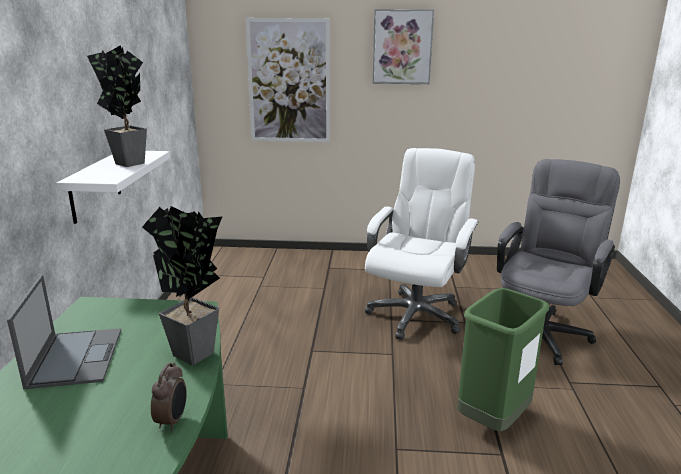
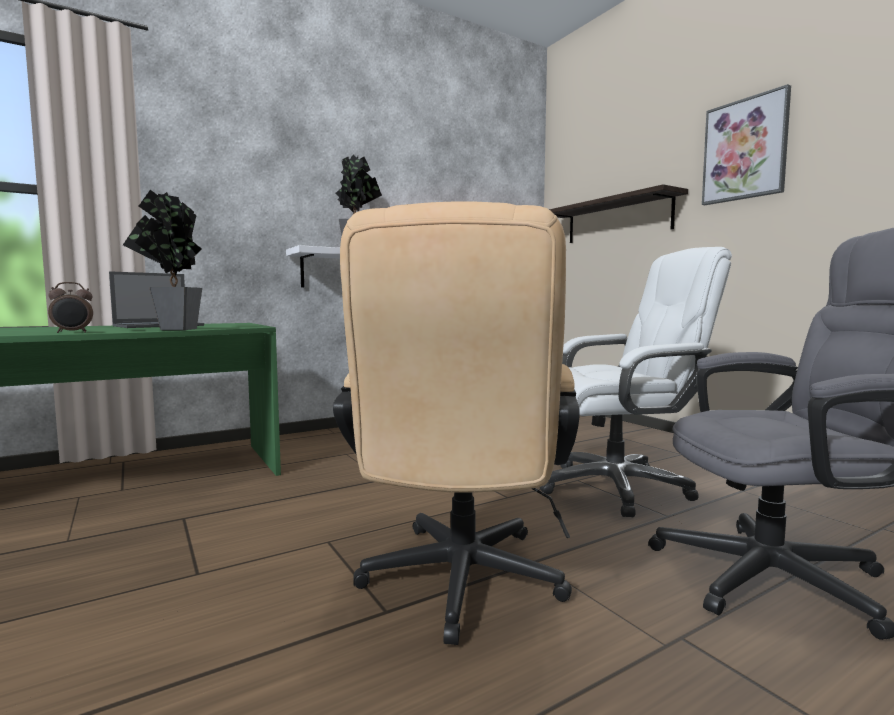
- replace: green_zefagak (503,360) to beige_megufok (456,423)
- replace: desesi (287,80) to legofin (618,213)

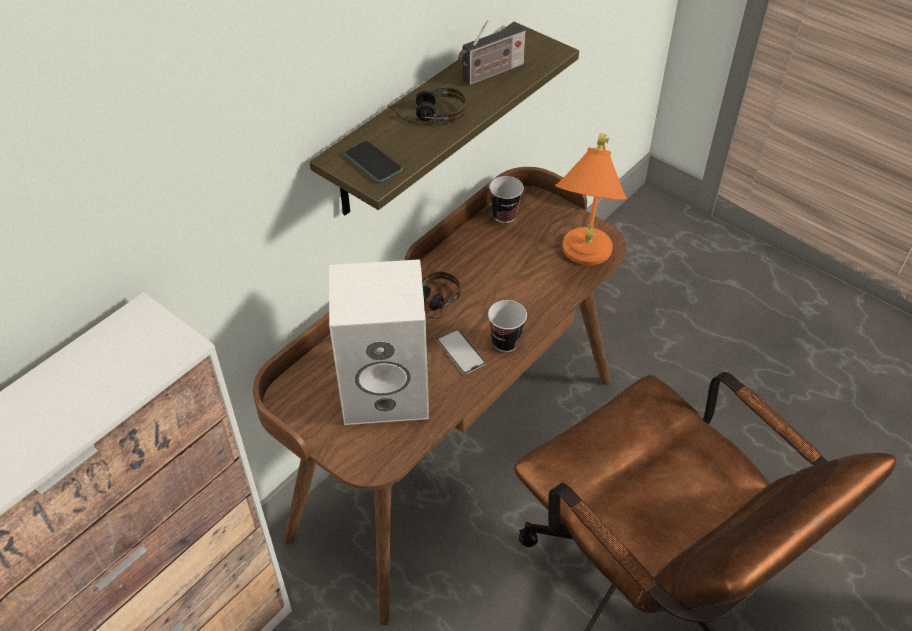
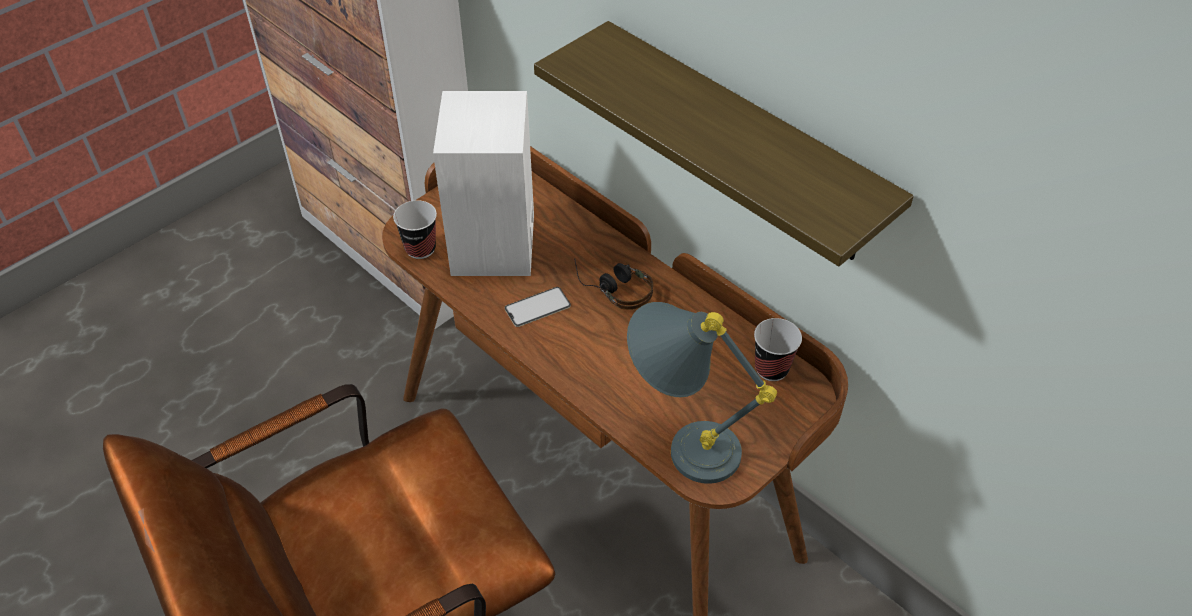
- move: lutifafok (507,326) to (415,229)
- recolor: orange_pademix (591,199) to grey_pademix (702,393)
- delete: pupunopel (373,162)
- delete: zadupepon (427,105)
- delete: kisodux (492,52)

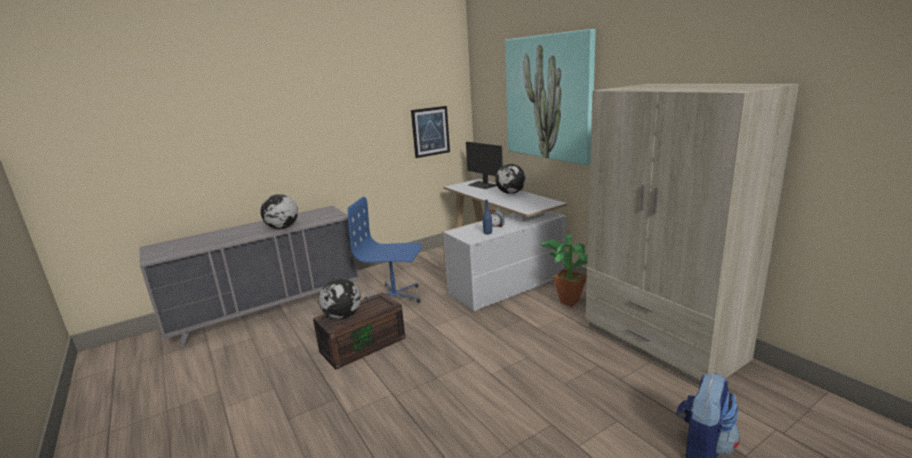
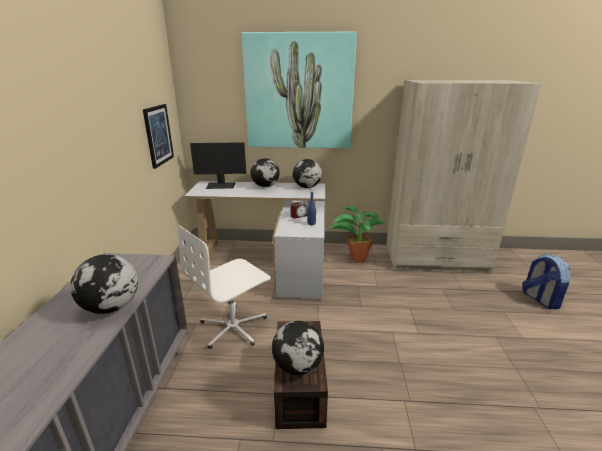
- recolor: blue_megufok (385,250) to white_megufok (224,287)
- insert: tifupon (307,173)

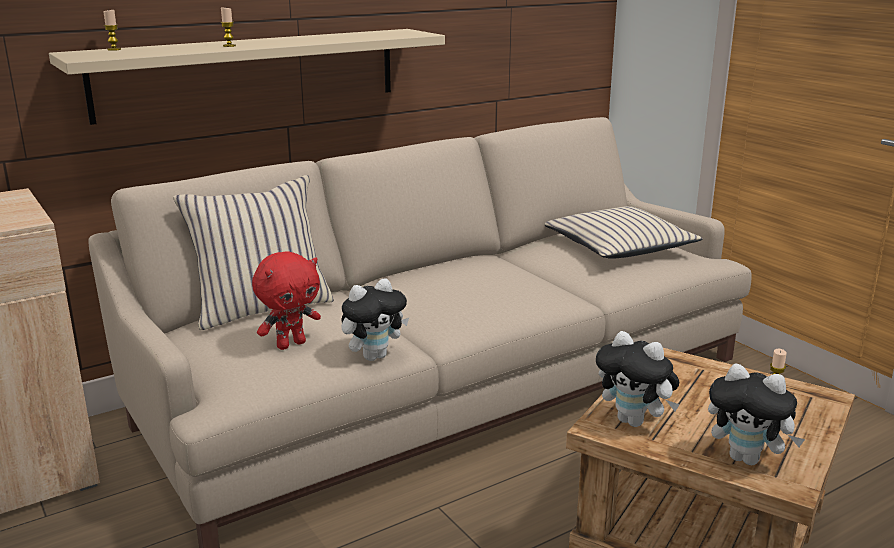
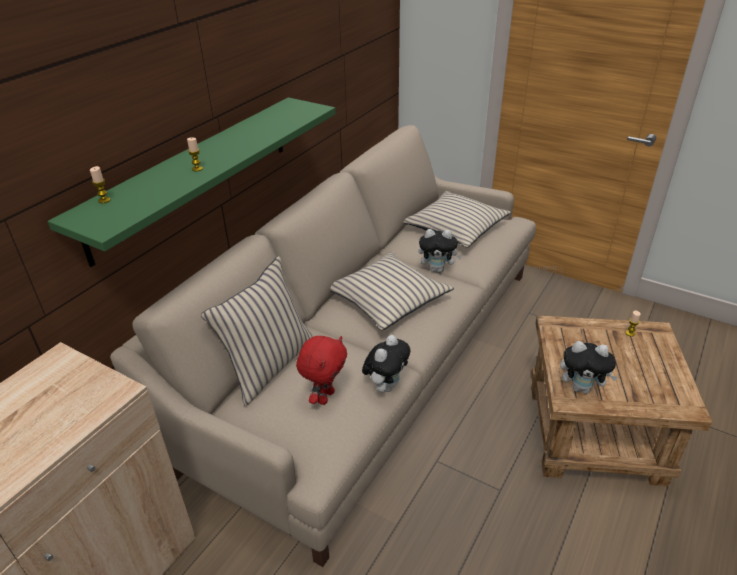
- recolor: beige_legofin (247,77) to green_legofin (191,182)
- insert: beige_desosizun (392,291)
- move: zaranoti (756,414) to (440,250)

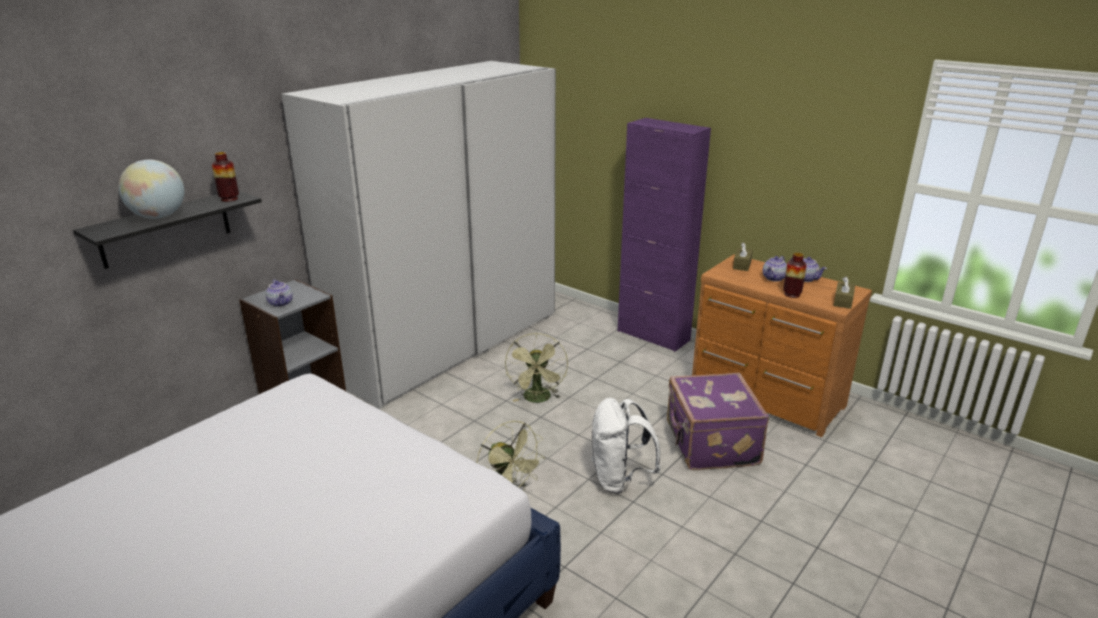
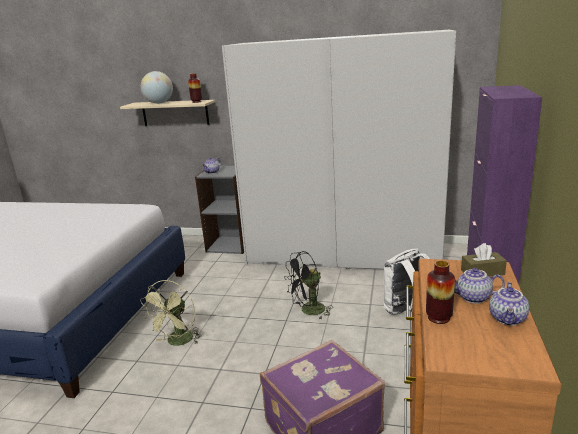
- recolor: black_legofin (167,230) to beige_legofin (167,113)
- recolor: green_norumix (536,368) to black_norumix (308,285)
- move: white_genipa (626,446) to (406,282)
- delete: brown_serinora (844,292)

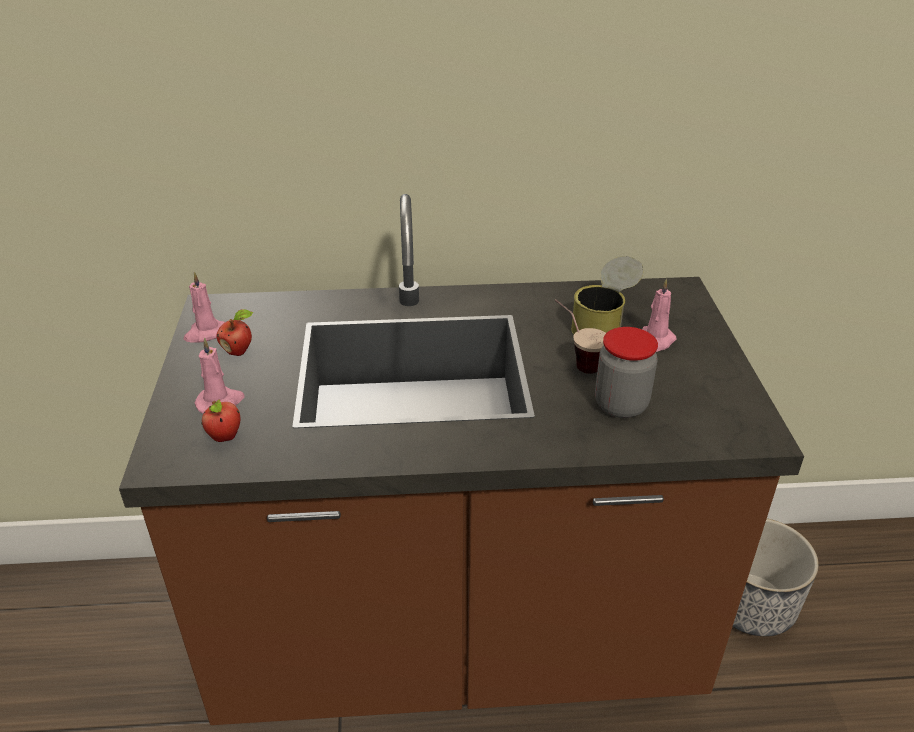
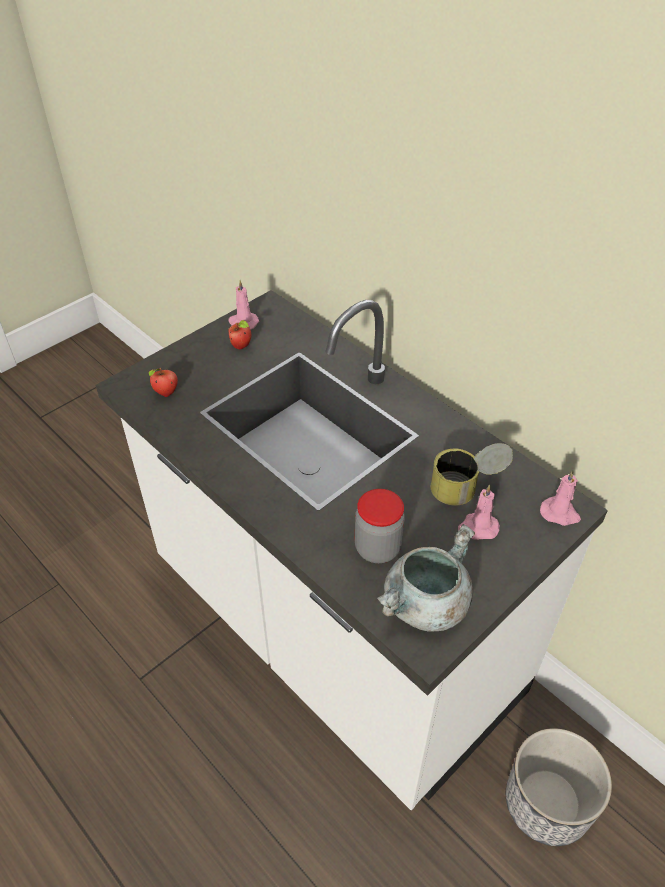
- recolor: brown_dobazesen (461,459) to white_dobazesen (351,550)
- insert: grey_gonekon (426,578)
- move: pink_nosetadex (219,375) to (560,498)
- delete: lutifafok (580,336)

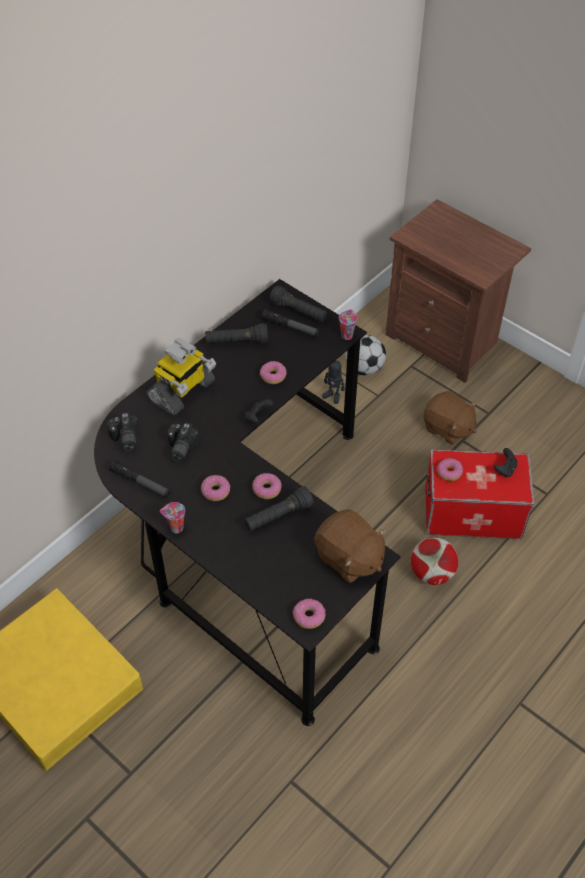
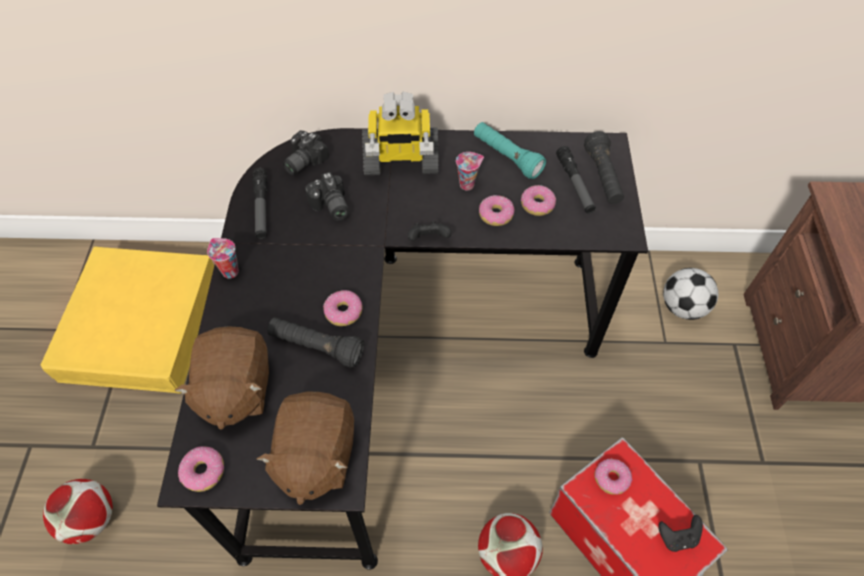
- insert: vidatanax (78,511)
- move: brown_zaranoti (450,418) to (222,378)
- rotate: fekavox (183,442) = (327,196) 90 degrees counterclockwise
- move: lutifafok (348,324) to (470,171)
- recolor: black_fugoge (236,333) to turquoise_fugoge (510,150)
- move: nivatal (215,488) to (538,200)
- delete: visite (333,382)

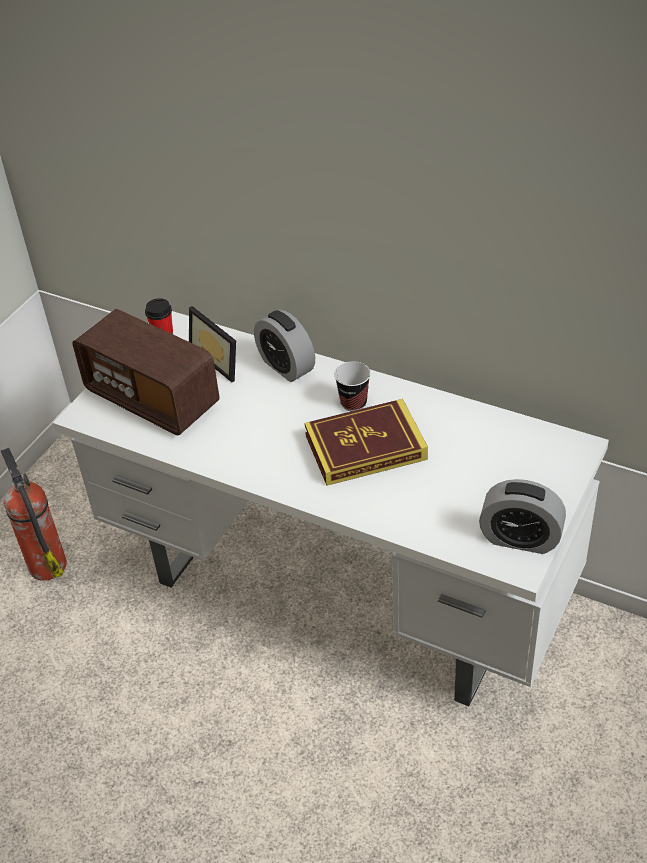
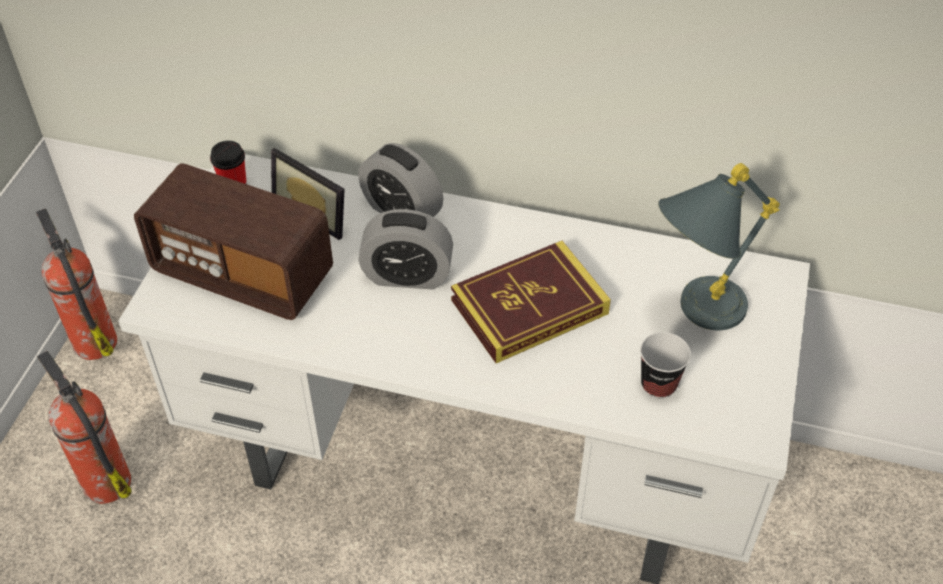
- insert: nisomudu (76,284)
- move: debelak (522,516) to (406,249)
- move: lutifafok (352,386) to (665,365)
- insert: grey_pademix (719,246)

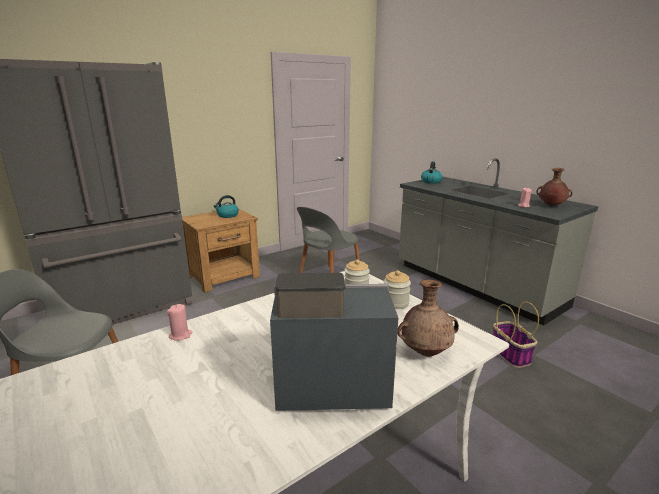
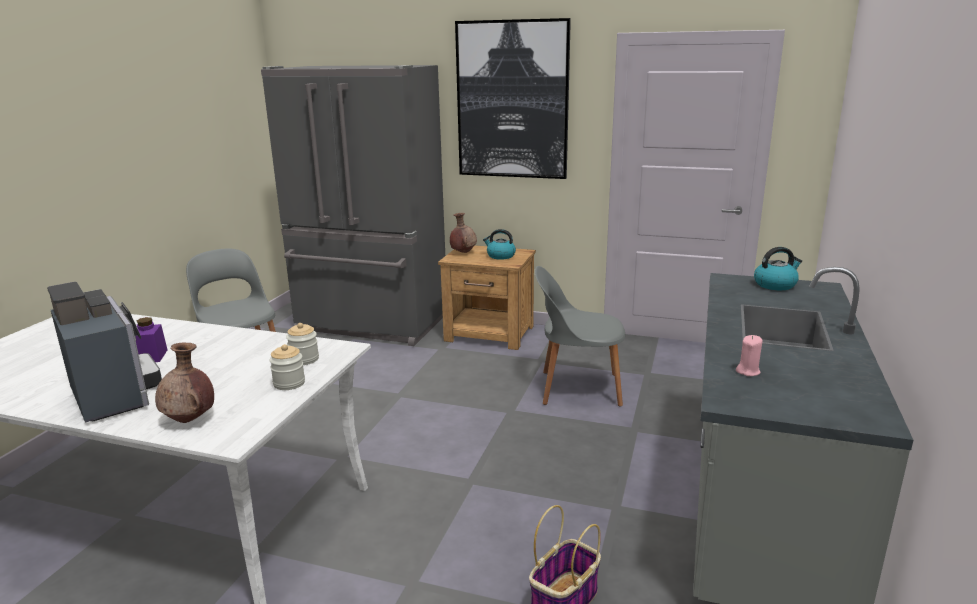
- insert: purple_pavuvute (152,339)
- move: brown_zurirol (554,187) to (463,233)
- insert: desesi (513,98)
- delete: pink_nosetadex (179,322)

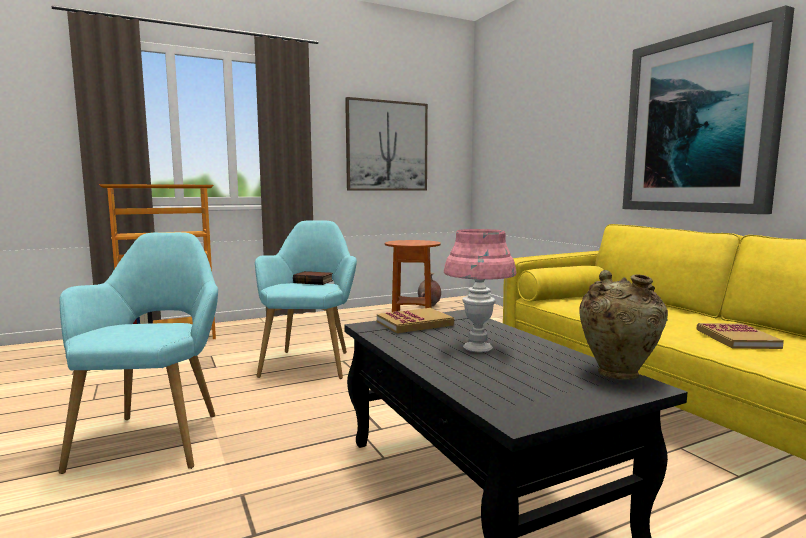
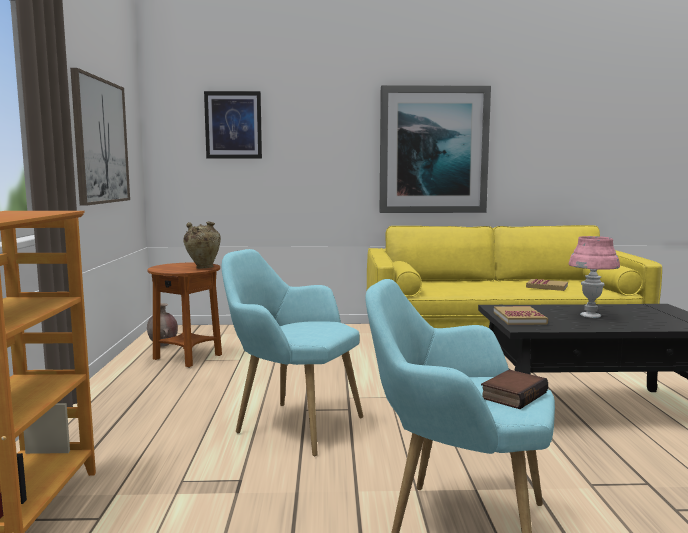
- move: beige_zurirol (623,325) to (202,245)
- insert: desesi (233,124)
- move: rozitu (313,278) to (514,389)

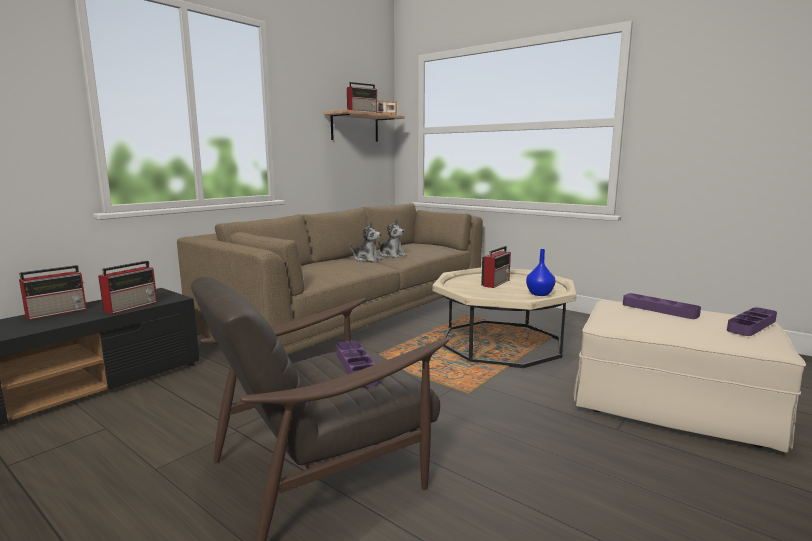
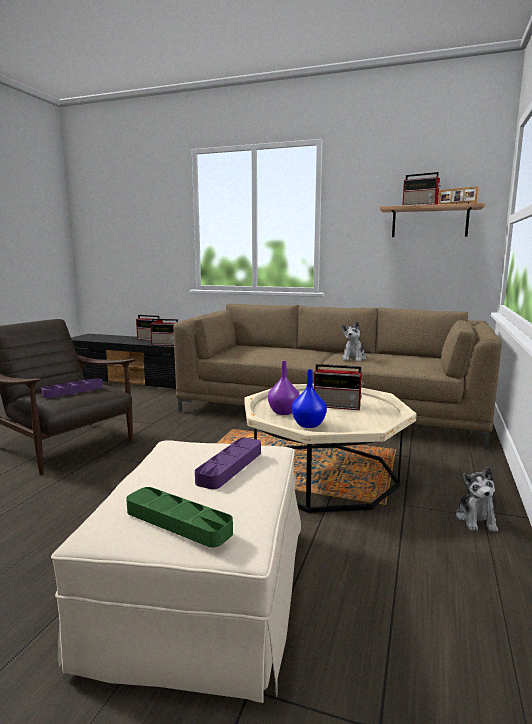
- recolor: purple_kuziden (752,321) to green_kuziden (179,517)
- insert: purple_zurirol (284,388)
- move: zaranoti (366,242) to (477,499)

